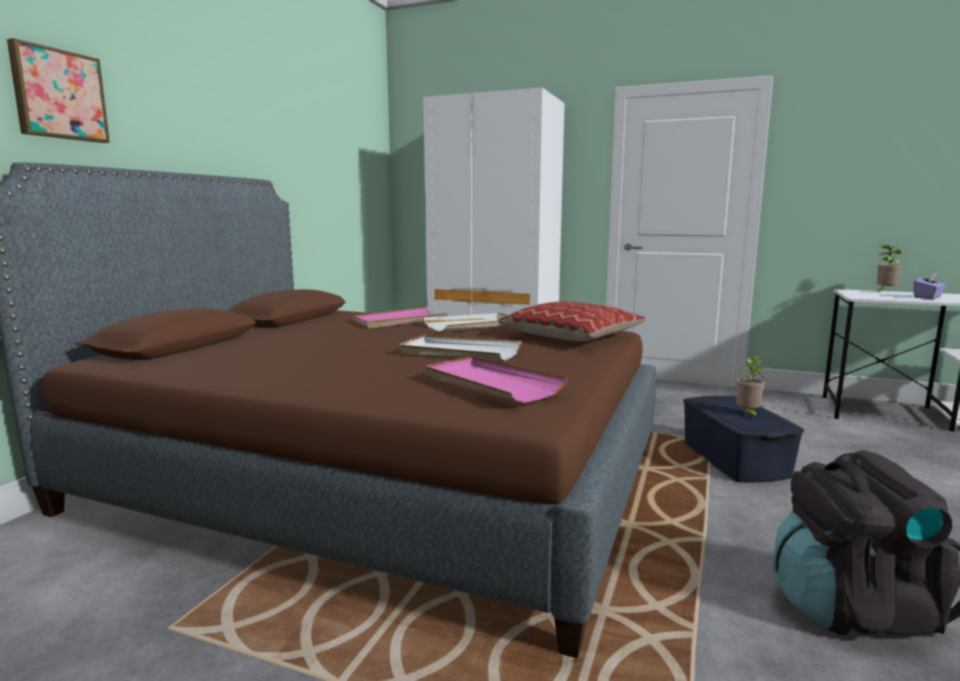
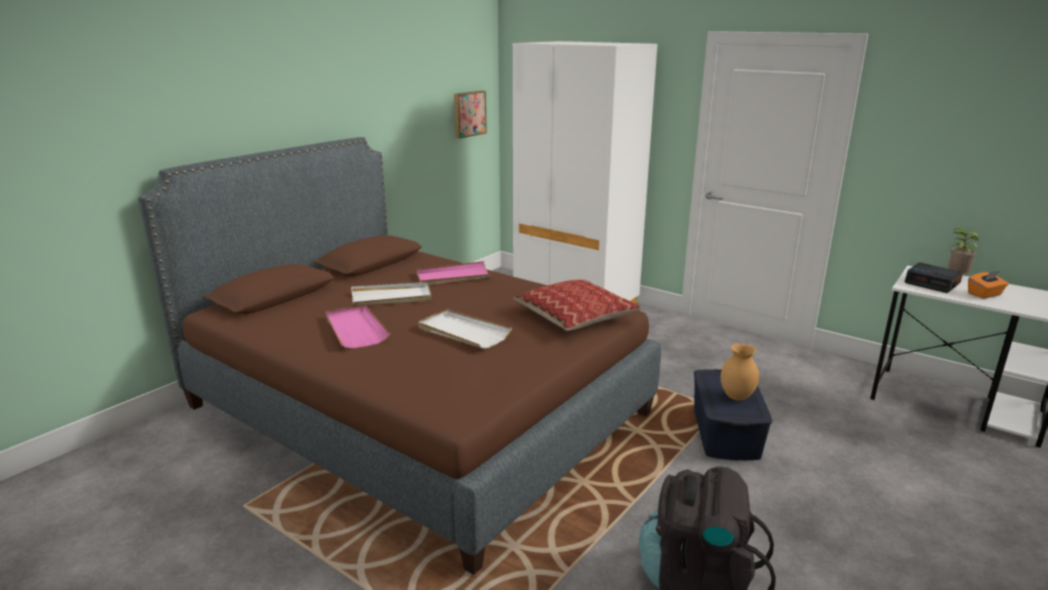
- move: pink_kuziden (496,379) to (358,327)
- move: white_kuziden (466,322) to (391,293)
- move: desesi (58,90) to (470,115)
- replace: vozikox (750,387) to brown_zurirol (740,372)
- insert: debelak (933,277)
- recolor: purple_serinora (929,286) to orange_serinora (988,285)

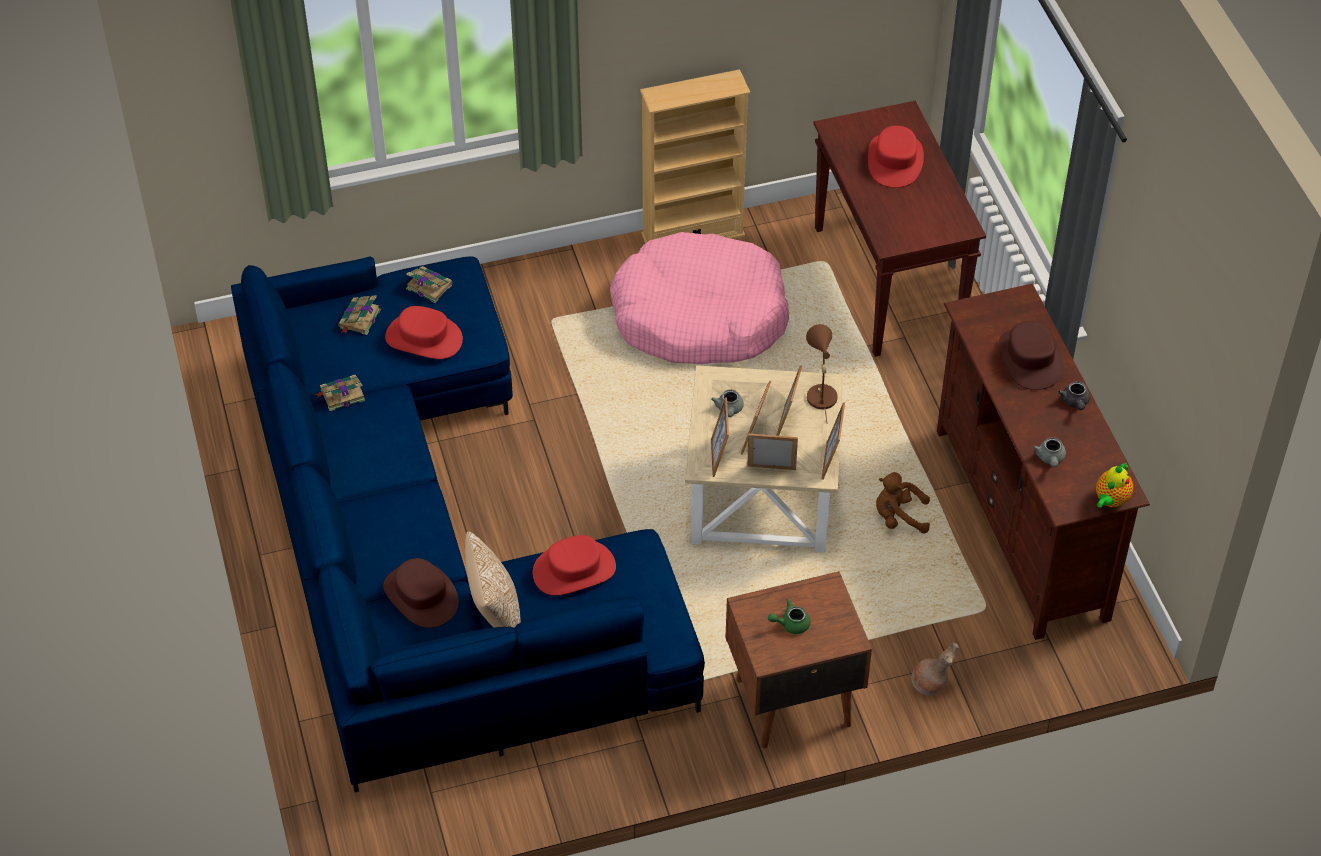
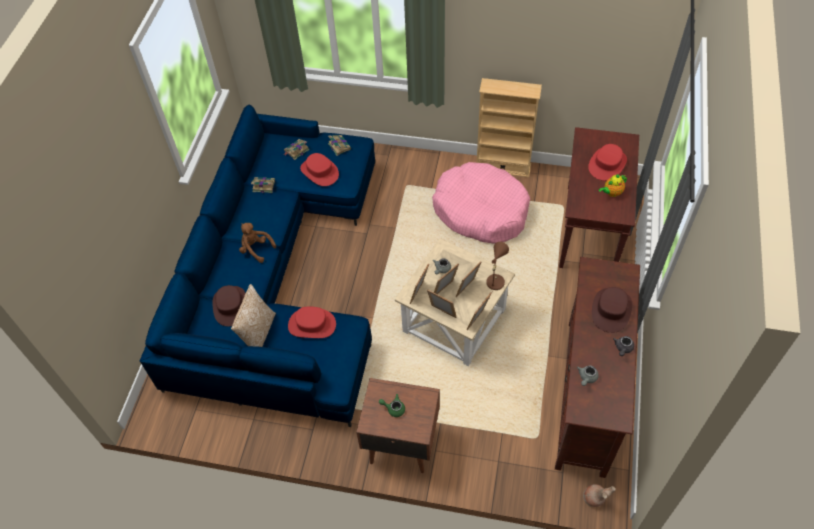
- move: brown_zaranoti (903,503) to (257,243)
- move: brown_zurirol (935,668) to (599,495)
- move: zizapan (1114,485) to (613,185)

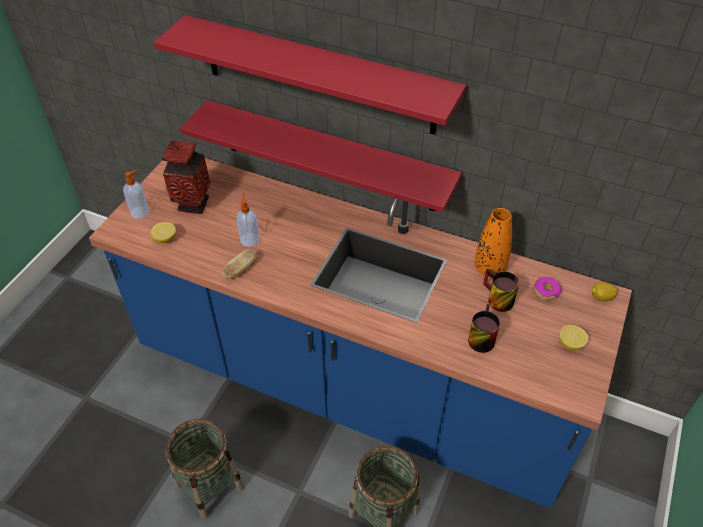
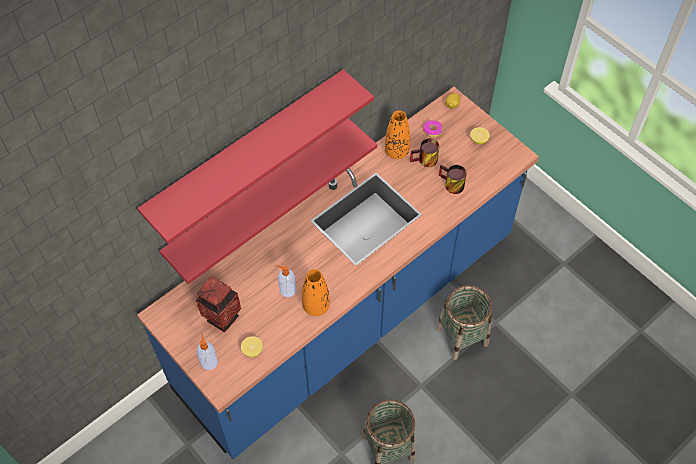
- replace: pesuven (239,263) to orange_zurirol (316,292)

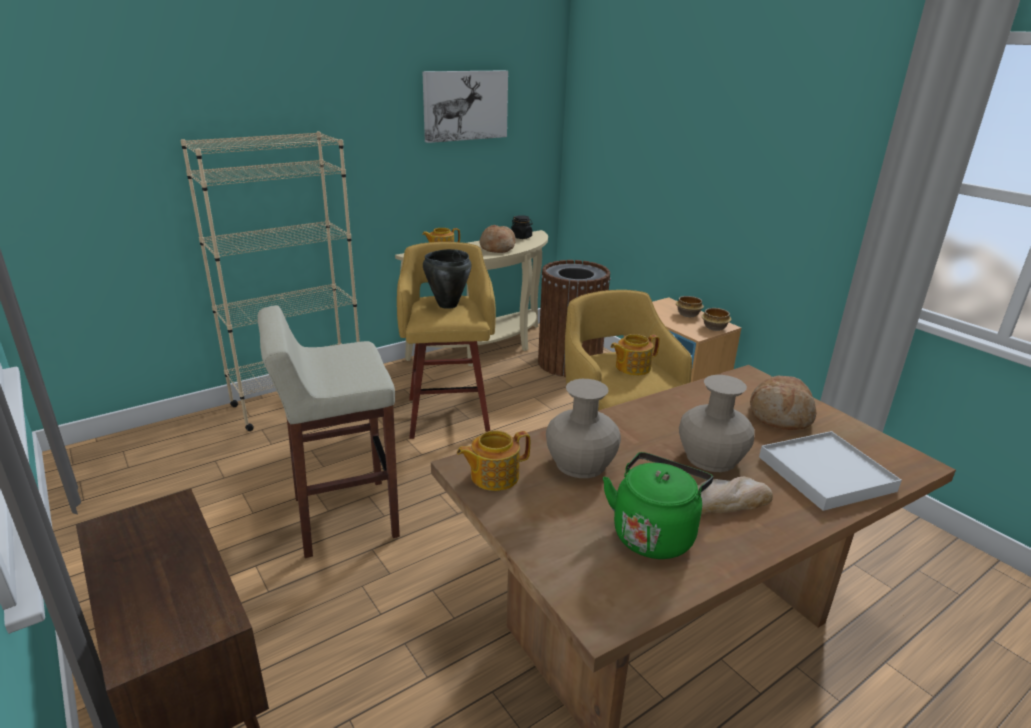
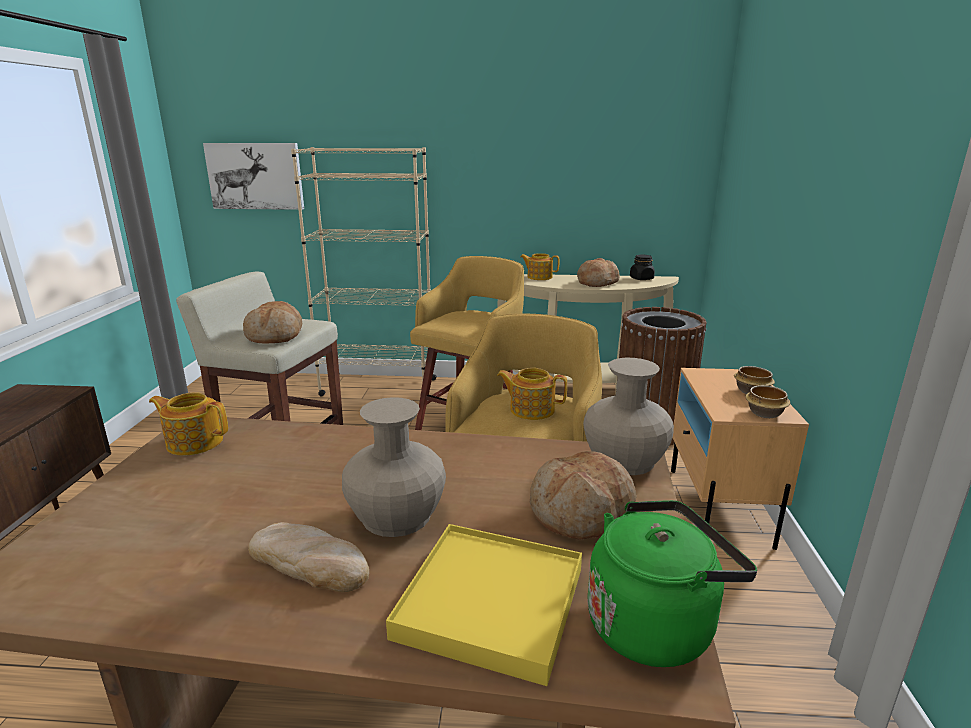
- move: desesi (465,106) to (253,176)
- insert: pesuven (272,322)
- recolor: white_kuziden (830,471) to yellow_kuziden (484,605)
- move: beige_zurirol (583,428) to (628,416)
- move: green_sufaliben (658,505) to (672,583)
- delete: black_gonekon (447,279)

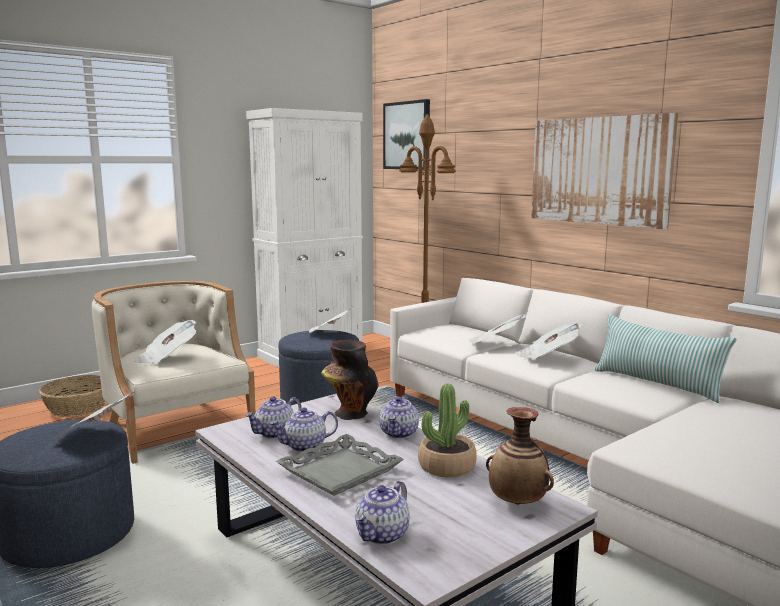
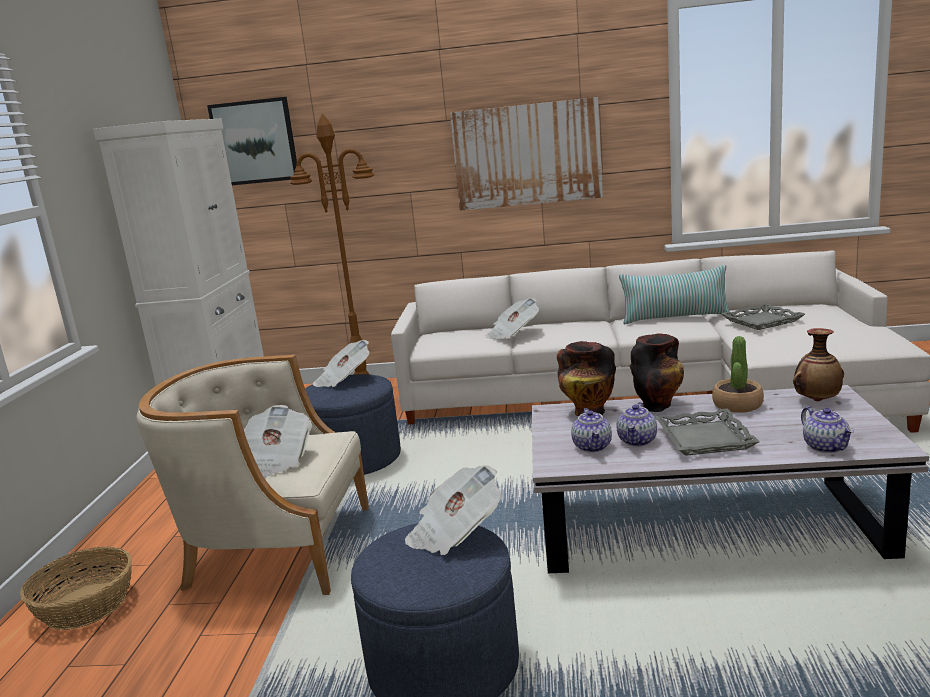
- replace: zizapan (399,417) to zurirol (656,372)
- insert: grey_kuziden (763,316)
- delete: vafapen (549,341)

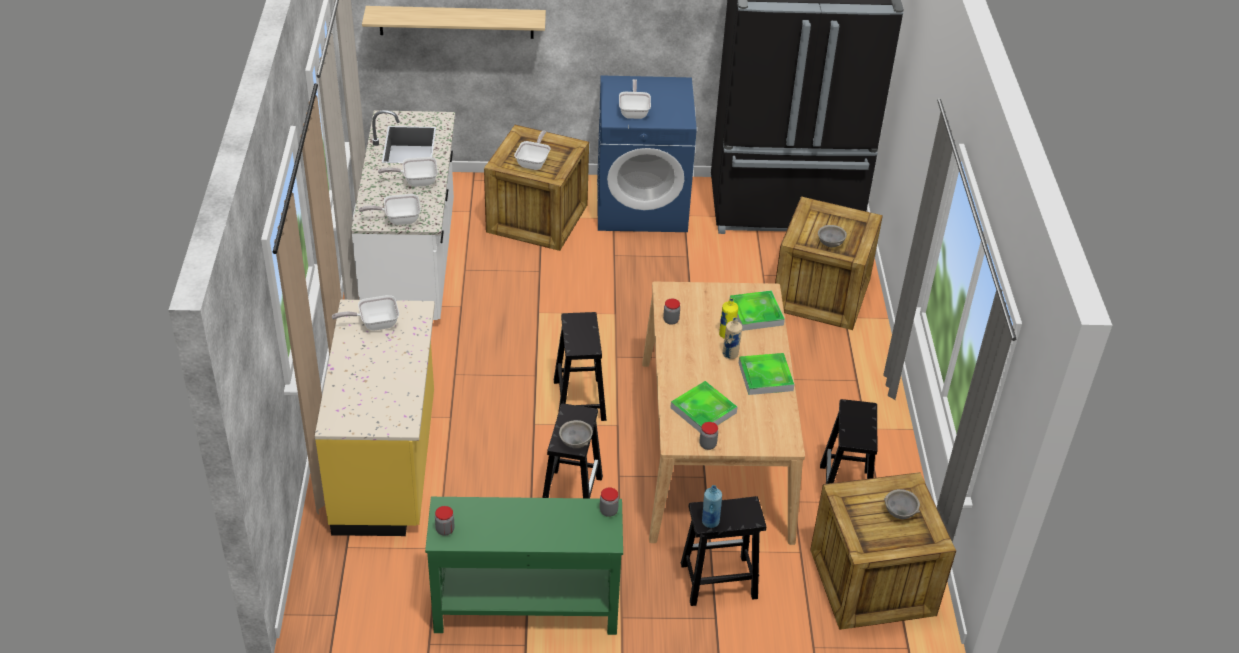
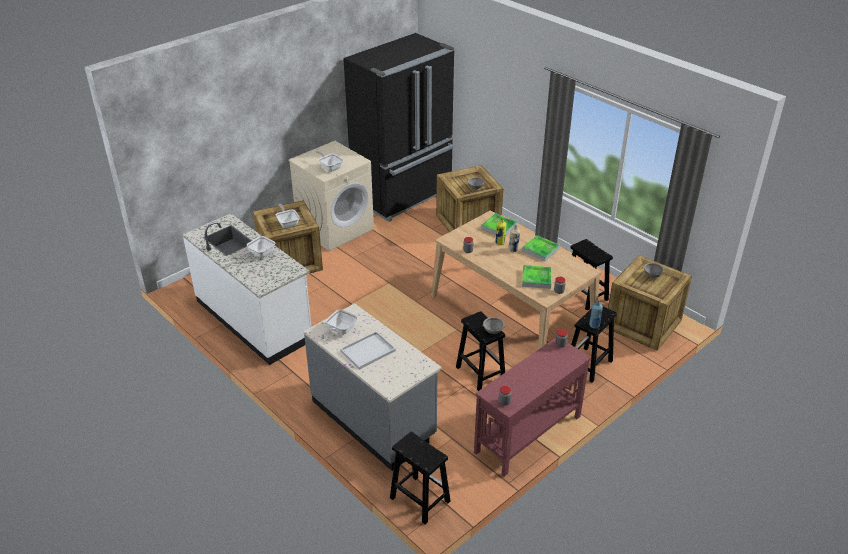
- recolor: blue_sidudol (647,153) to beige_sidudol (331,196)
- recolor: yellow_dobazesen (375,418) to grey_dobazesen (372,387)
- insert: white_kuziden (368,350)
- move: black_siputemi (580,366) to (420,478)
- recolor: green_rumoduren (524,566) to red_rumoduren (532,407)
- delete: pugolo (390,209)
- delete: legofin (454,22)

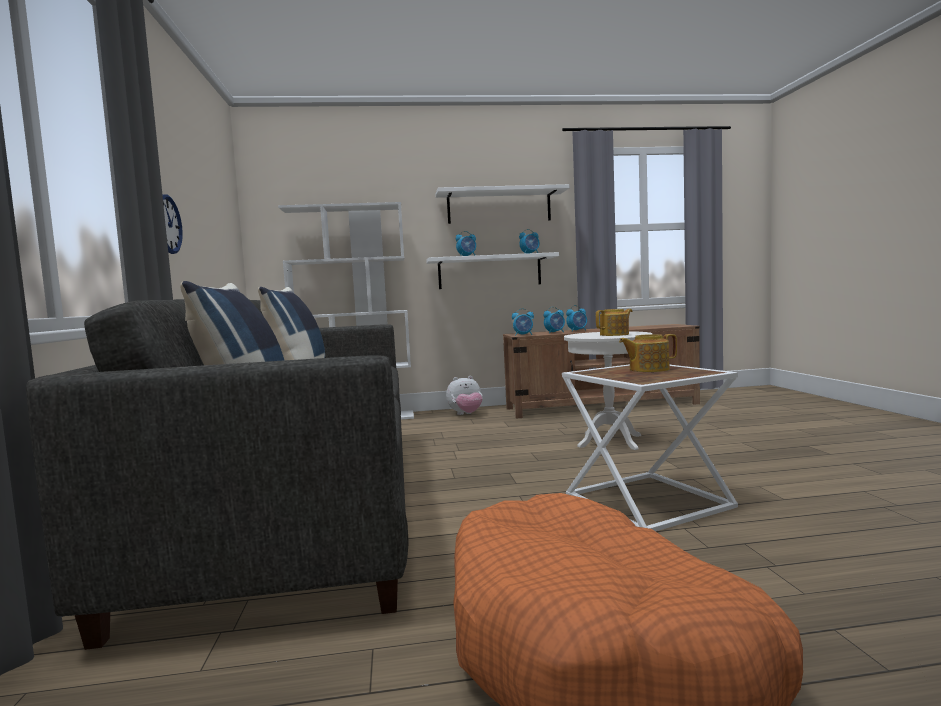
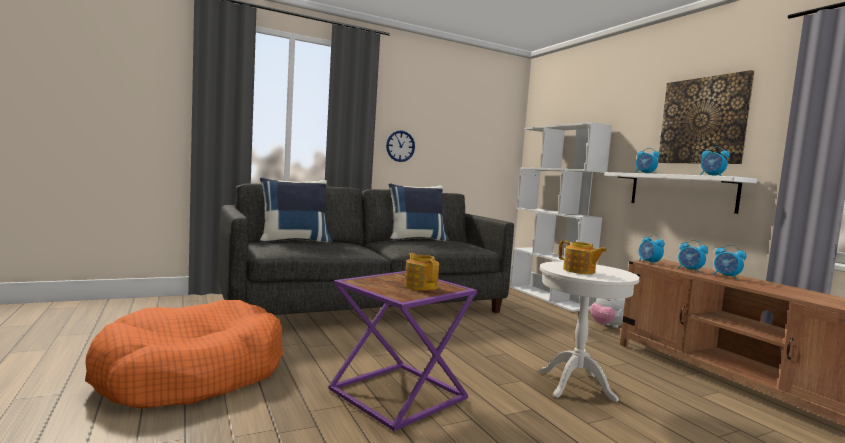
- recolor: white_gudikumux (650,447) to purple_gudikumux (402,351)
- replace: white_legofin (502,204) to desesi (706,117)

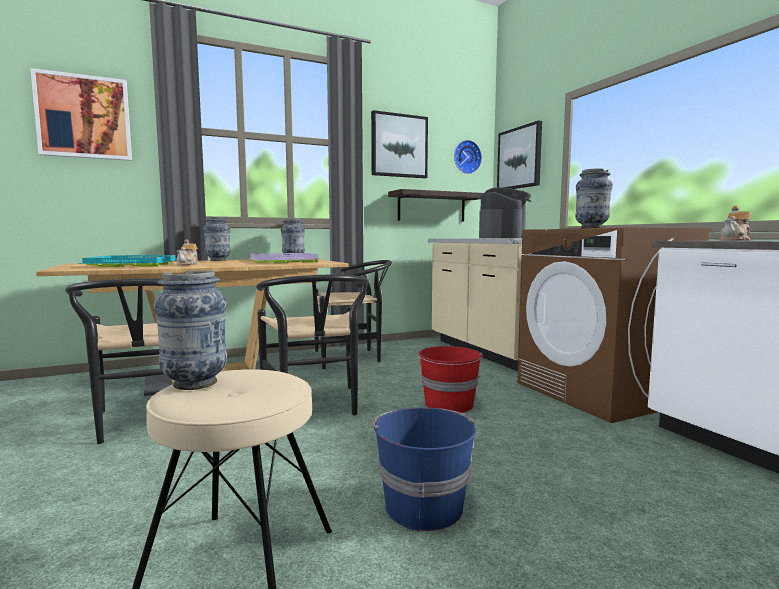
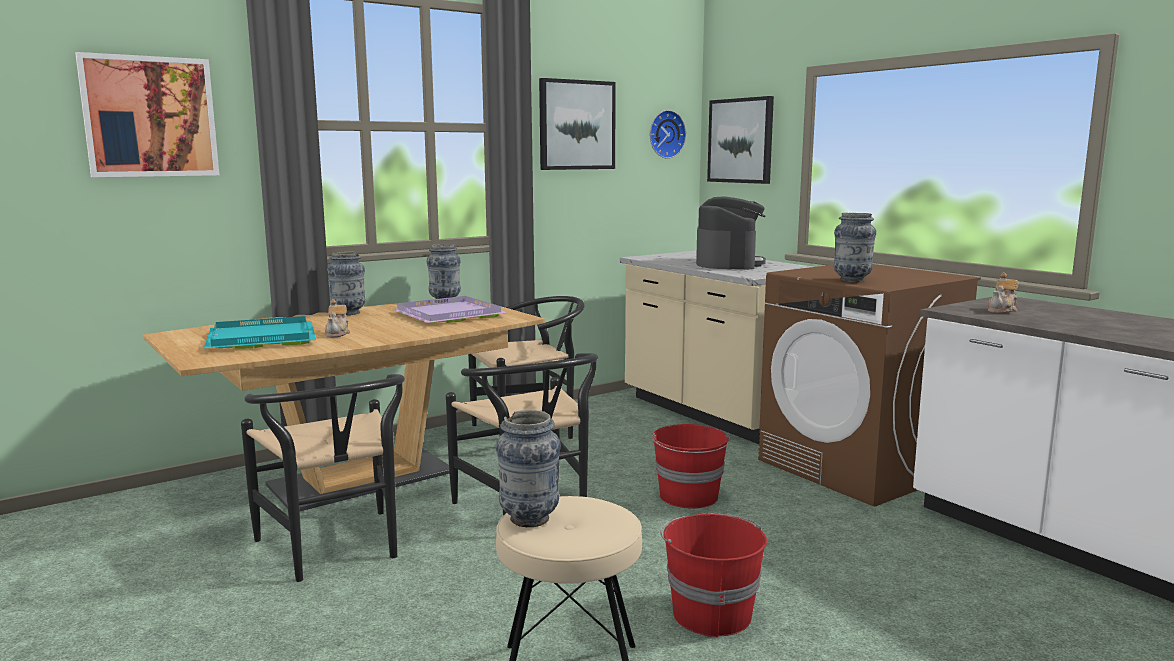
- recolor: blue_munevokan (424,469) to red_munevokan (713,575)
- delete: legofin (435,205)

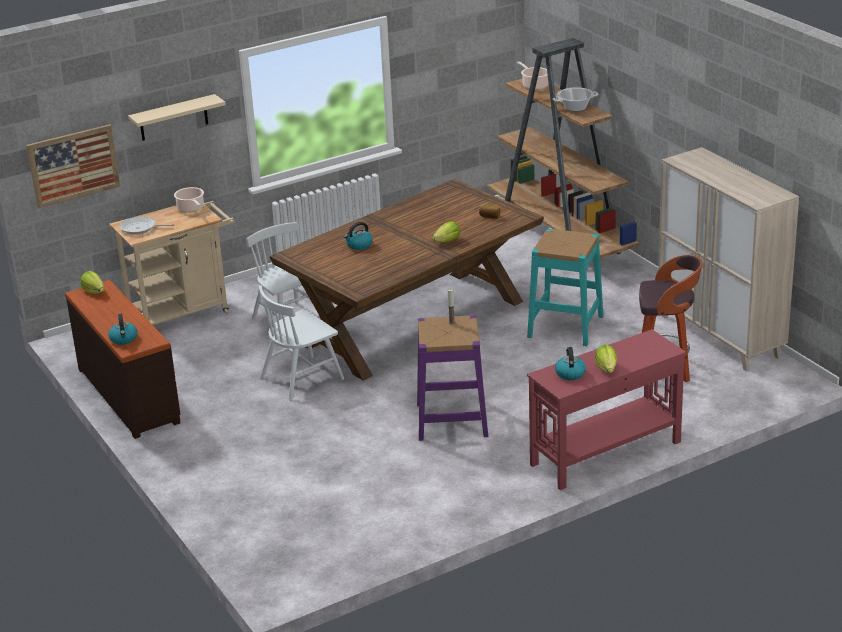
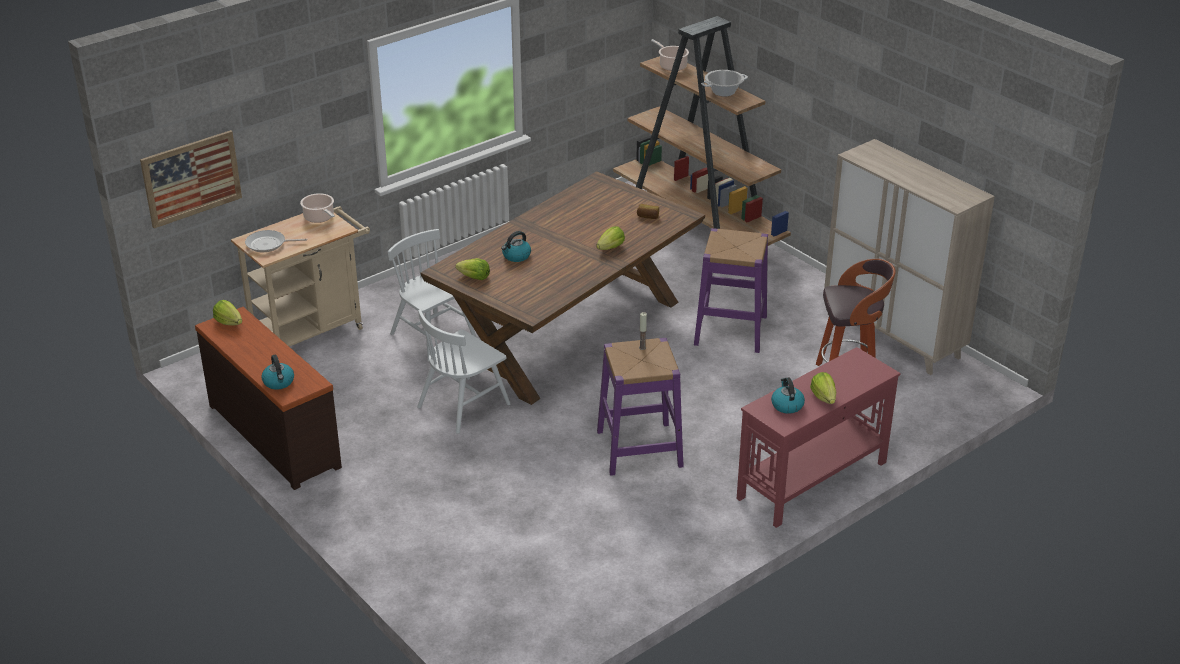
- insert: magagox (472,269)
- recolor: turquoise_siputemi (565,287) to purple_siputemi (731,290)
- delete: beige_legofin (177,117)

